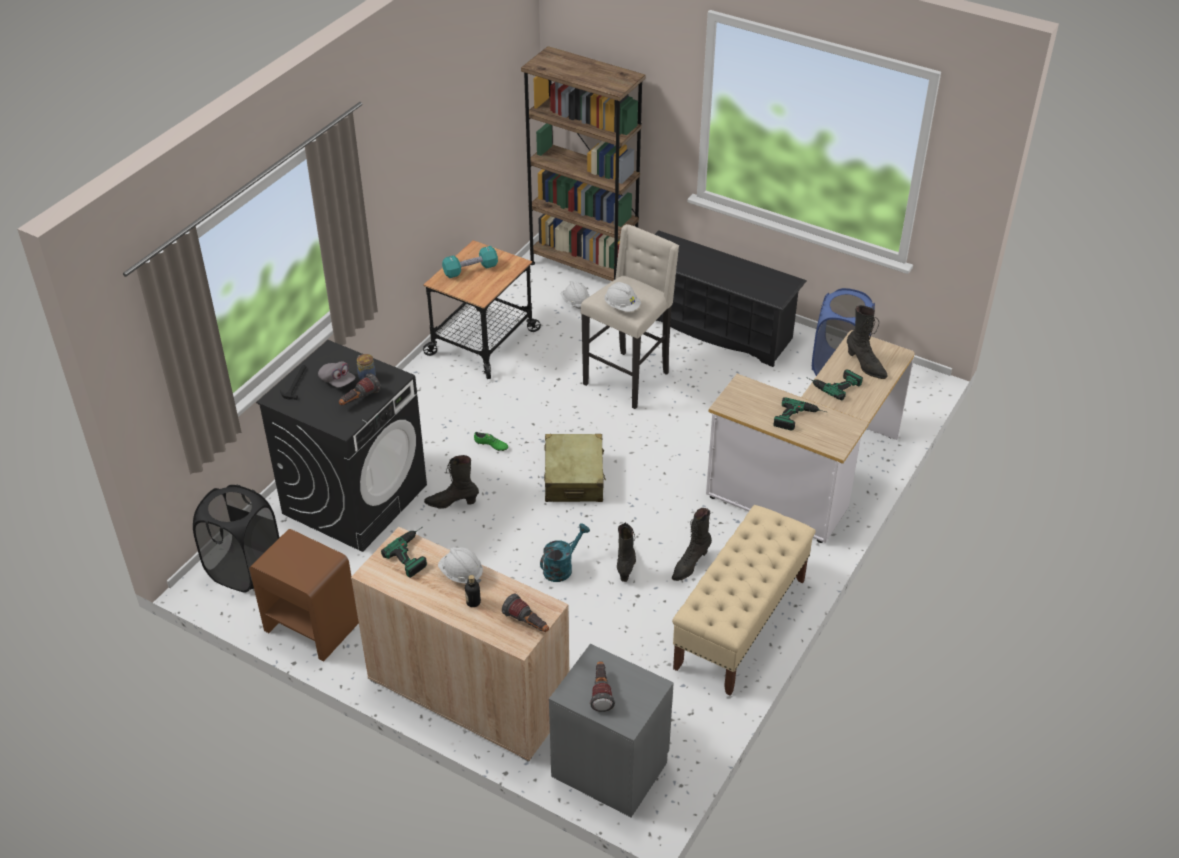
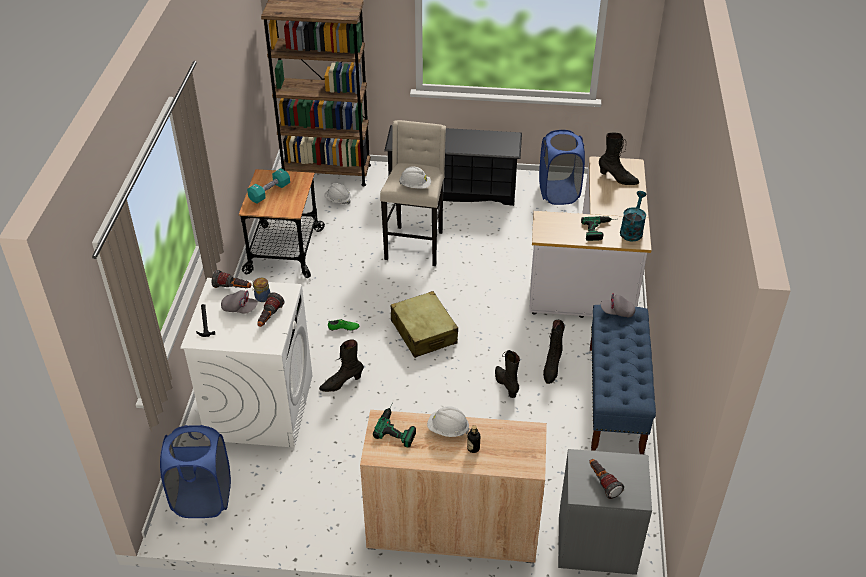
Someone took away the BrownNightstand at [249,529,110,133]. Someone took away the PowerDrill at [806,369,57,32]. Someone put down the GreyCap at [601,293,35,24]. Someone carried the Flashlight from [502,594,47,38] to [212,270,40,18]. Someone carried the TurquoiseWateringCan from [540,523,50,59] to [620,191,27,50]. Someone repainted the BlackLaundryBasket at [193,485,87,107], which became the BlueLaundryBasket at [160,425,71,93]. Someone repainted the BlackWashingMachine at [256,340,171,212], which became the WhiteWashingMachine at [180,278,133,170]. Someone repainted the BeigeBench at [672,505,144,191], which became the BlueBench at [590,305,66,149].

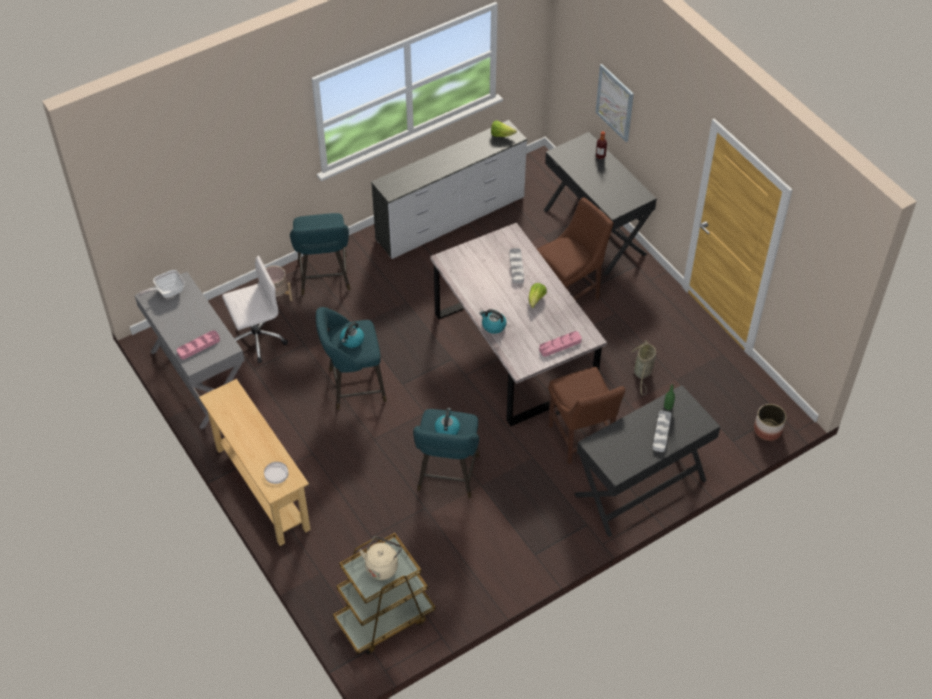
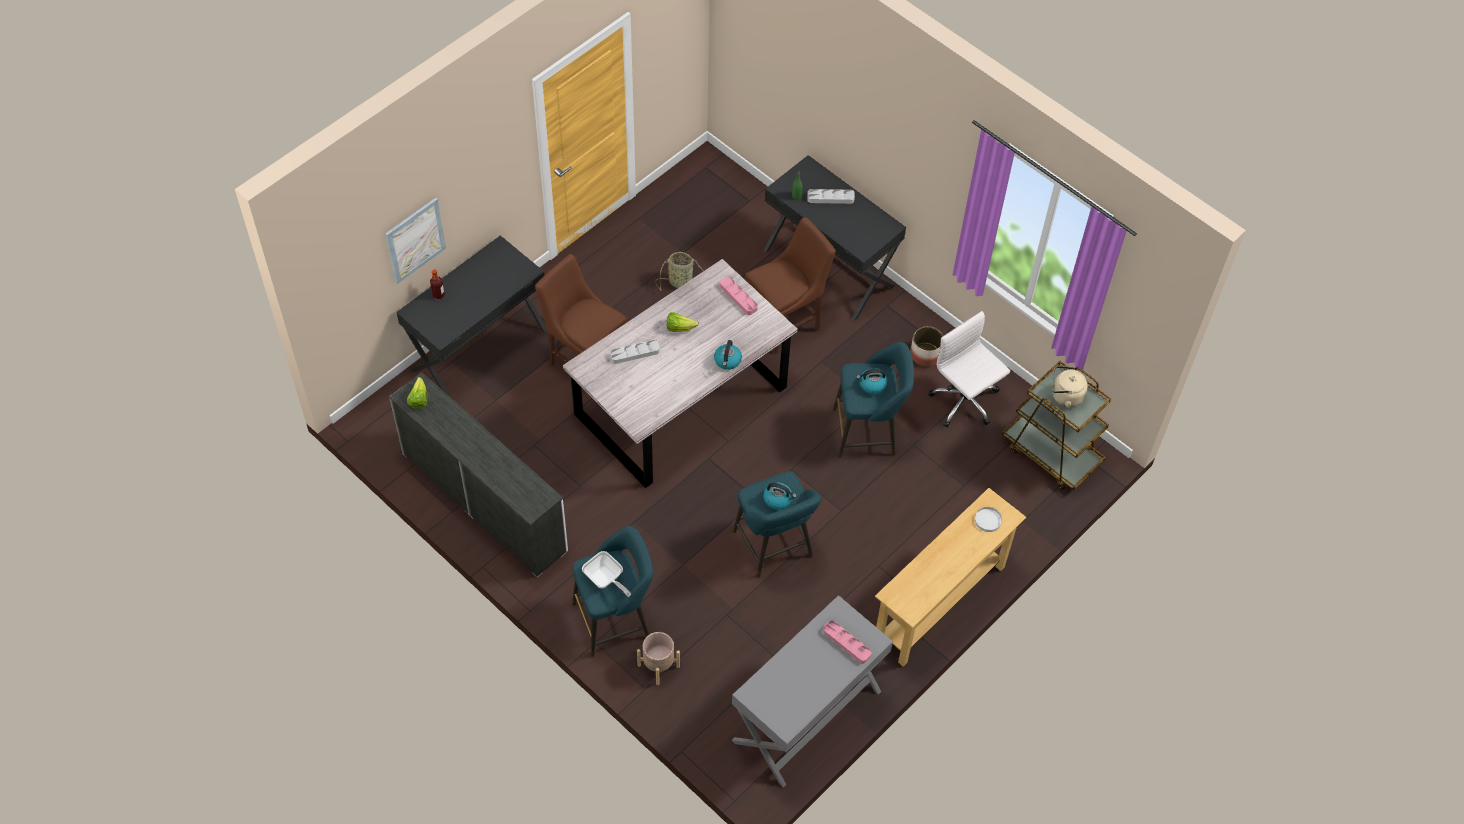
Someone carried the FryingPan from [138,270,47,28] to [582,551,49,46]. Someone carried the WhiteOfficeChair from [222,255,66,108] to [929,311,81,116]. Someone carried the Planter from [754,404,32,37] to [910,326,33,40].

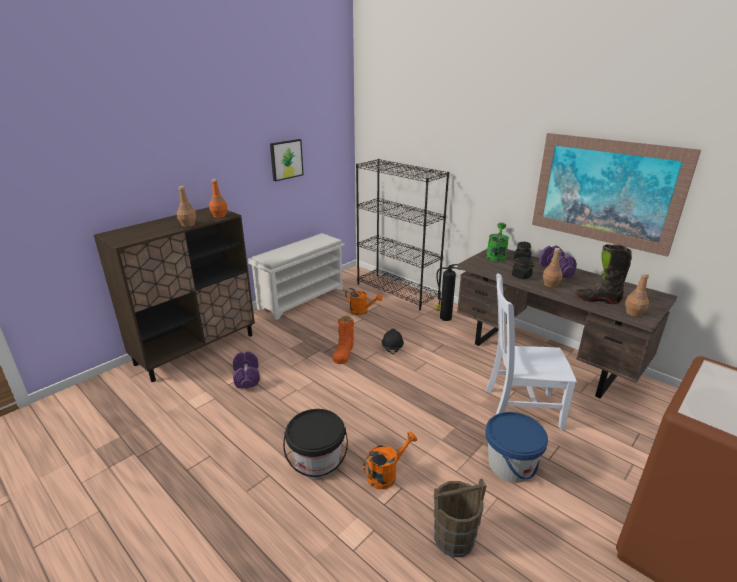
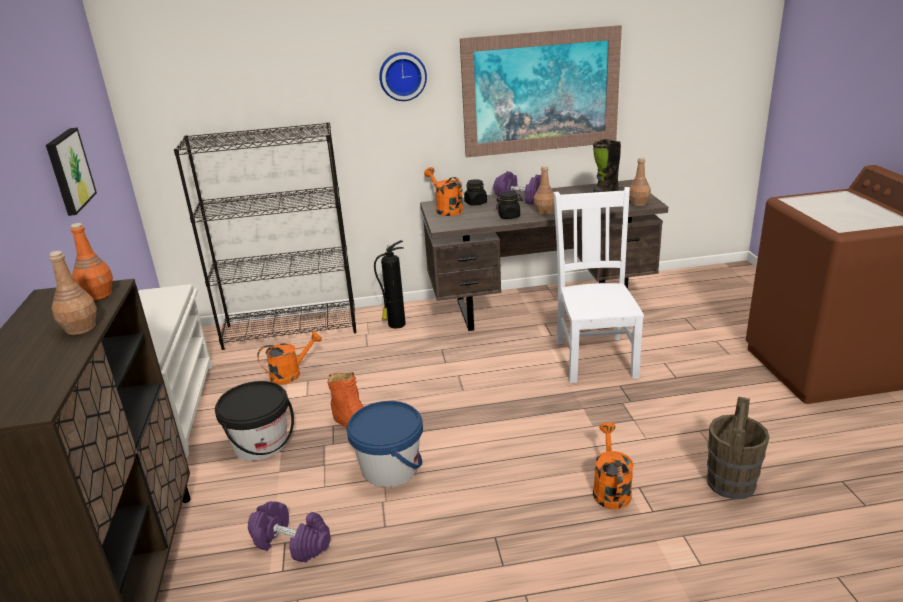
Someone took away the BlackHardHat at [382,328,22,27]. Someone put up the WallClock at [379,52,48,49]. Someone carried the BlackBucket from [283,409,65,70] to [215,381,79,80]. Someone carried the BlueBucket from [485,412,63,70] to [347,401,76,86]. Someone repainted the GreenWateringCan at [486,223,23,39], which became the OrangeWateringCan at [424,167,40,49]. Someone rotated the WhiteChair at [486,273,91,157] by 135 degrees clockwise.

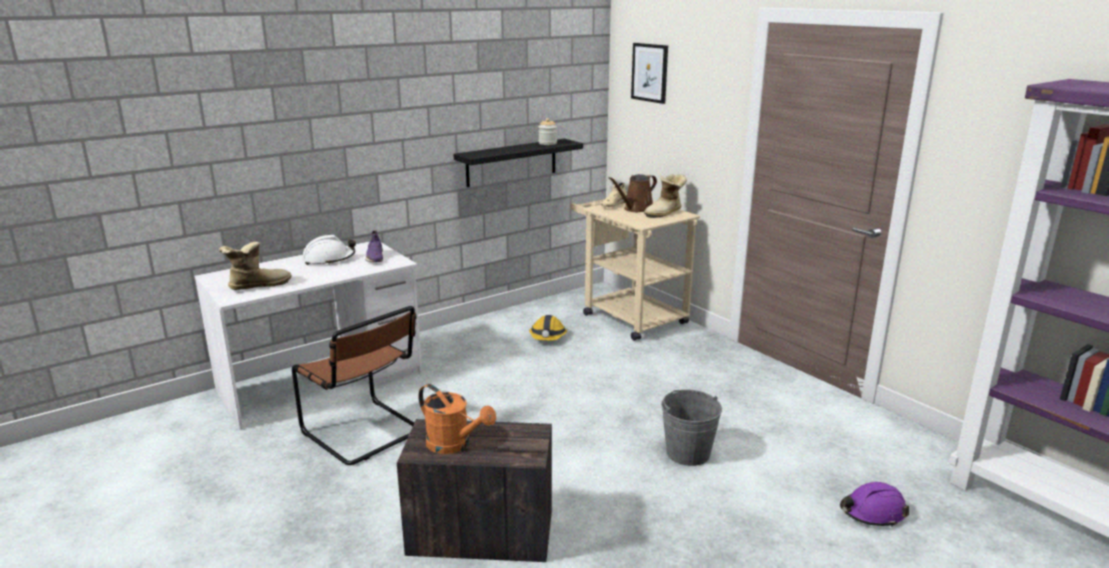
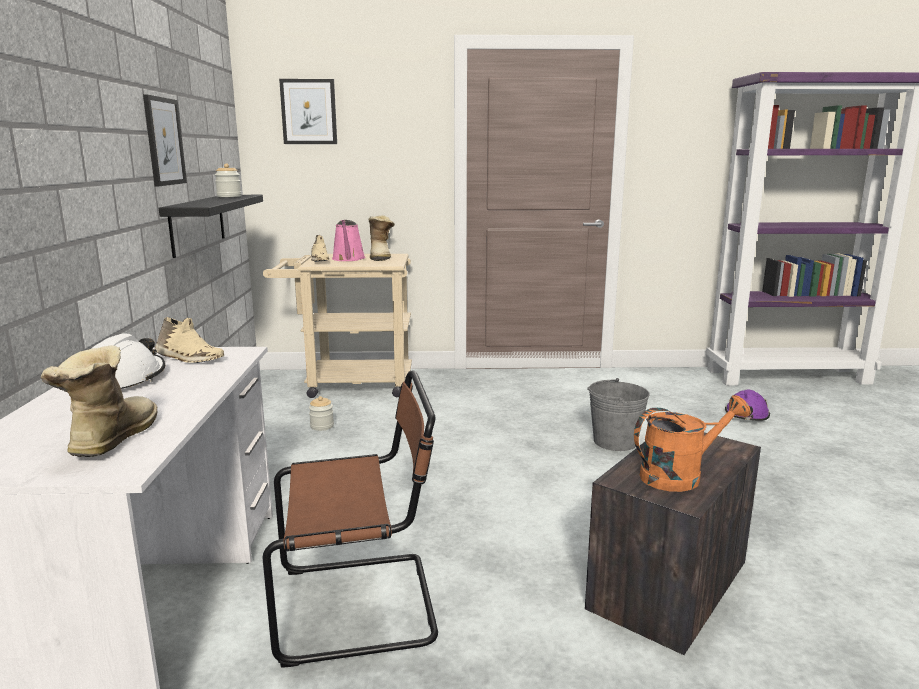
Someone put up the Picture at [143,95,44,91]. Someone swapped the HardHat at [529,315,38,26] for the Jar at [309,396,25,35]. Someone repainted the PurpleShoe at [365,230,18,32], which became the BeigeShoe at [155,317,69,46]. Someone repainted the BrownWateringCan at [609,174,48,38], which became the PinkWateringCan at [332,220,34,41].

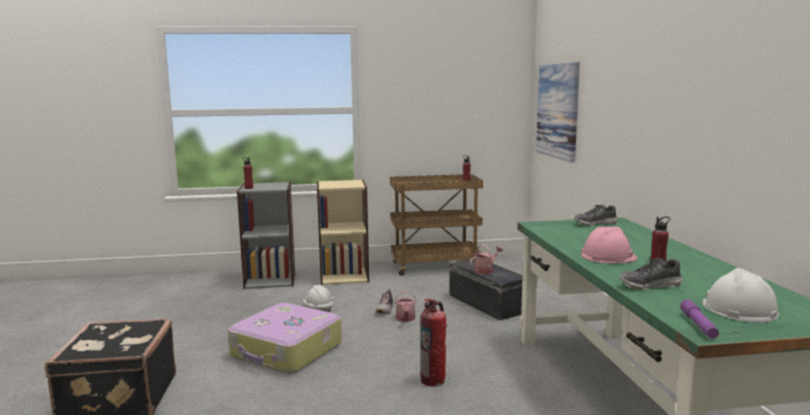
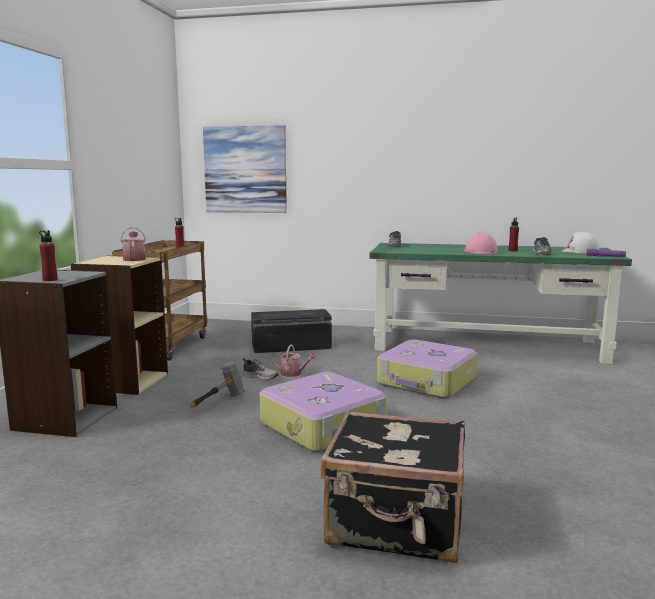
Someone carried the WateringCan from [470,244,33,31] to [120,228,26,33]. Someone swapped the WhiteHardHat at [303,285,31,27] for the Hammer at [190,362,55,46]. Someone swapped the FireExtinguisher at [420,299,27,87] for the Suitcase at [377,339,101,59].

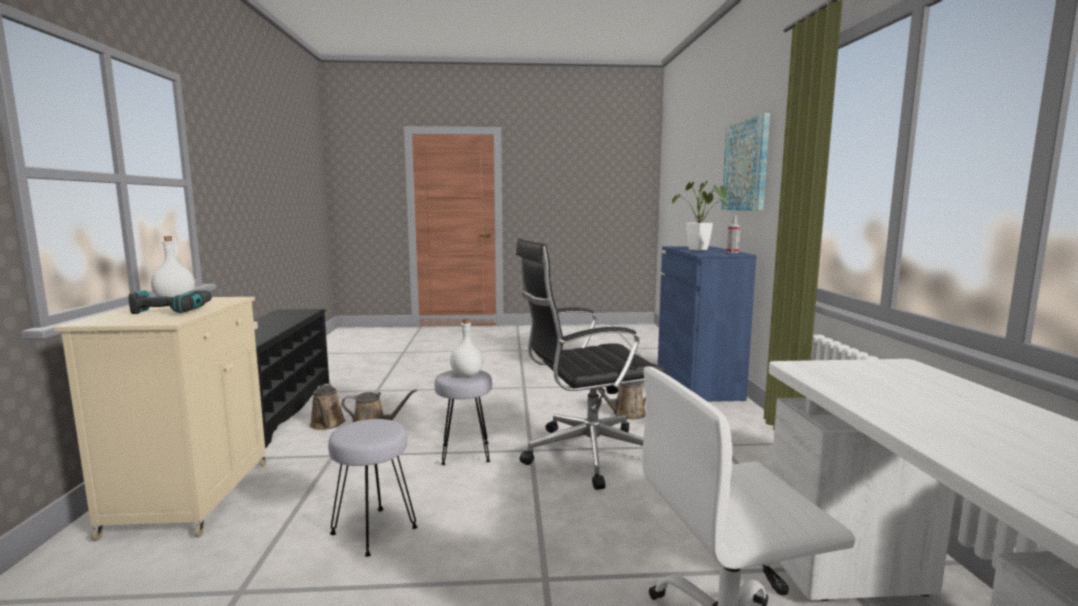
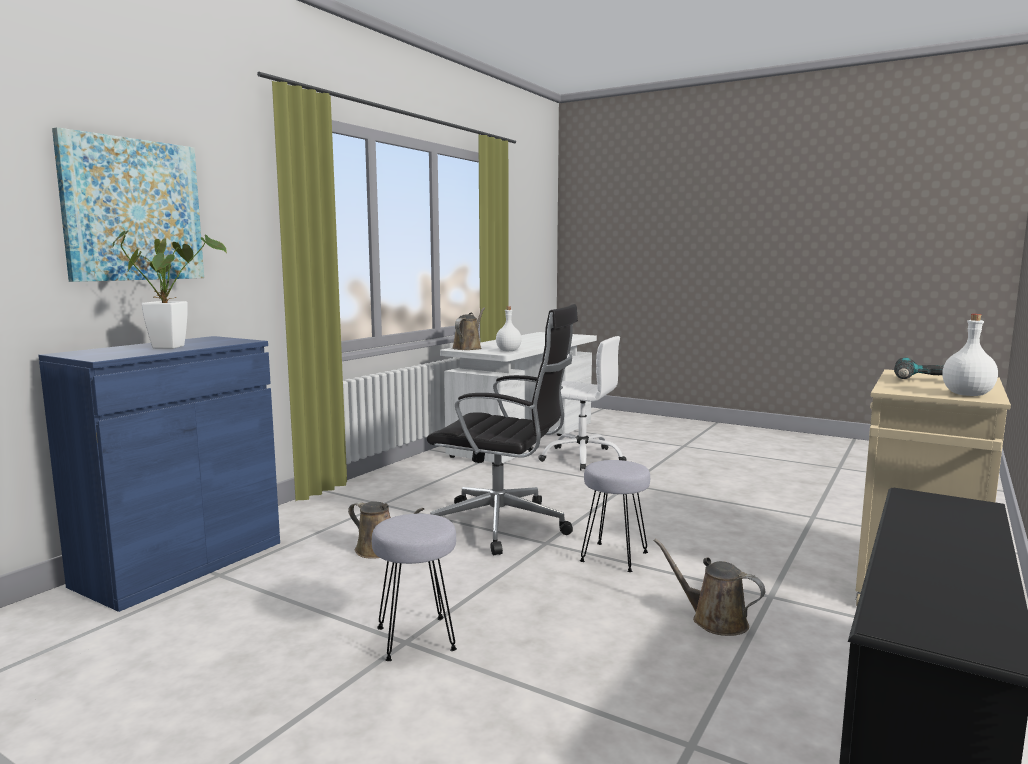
Someone took away the SprayBottle at [727,216,13,37]. Someone carried the BrownWateringCan from [310,383,35,47] to [452,308,33,42]. Someone carried the GreyStool from [328,419,90,138] to [372,514,85,147]. Someone carried the WhiteBottle from [450,318,34,59] to [496,306,26,45].

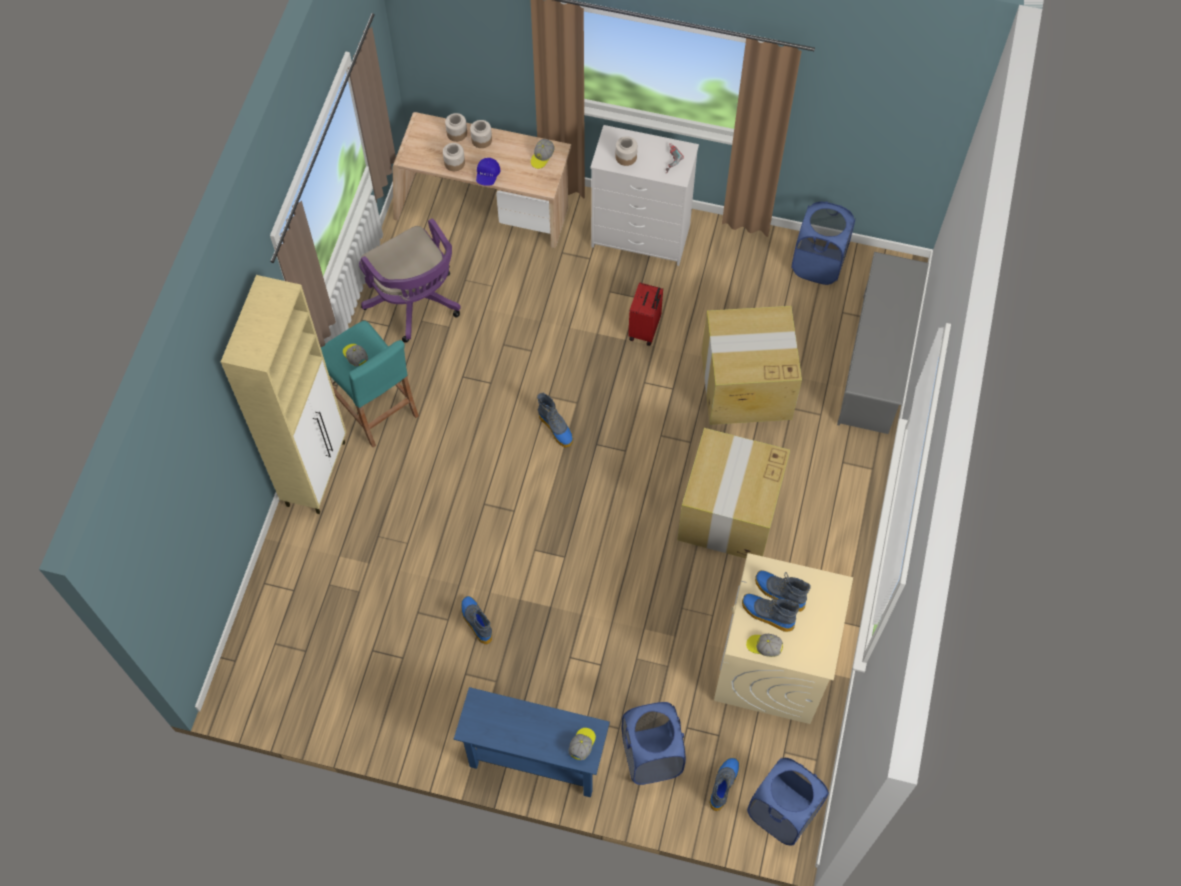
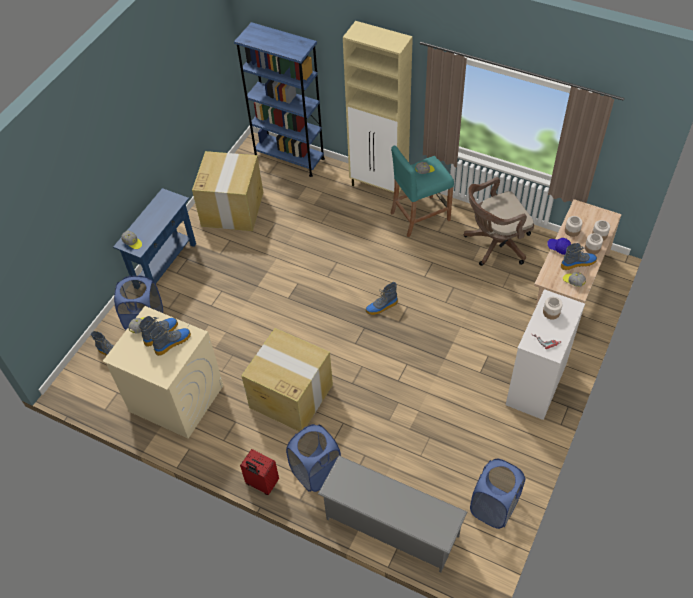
Someone put down the BlueBookcase at [234,22,91,155]. Someone carried the Boot from [461,596,31,48] to [561,243,36,27]. Someone carried the RedSuitcase from [628,282,35,64] to [240,449,39,46]. Someone carried the CardboardBox from [702,306,100,119] to [192,151,71,80]. Someone carried the BlueLaundryBasket from [747,758,82,88] to [286,424,55,68]. Someone repainted the PurpleOfficeChair at [359,218,102,125], which became the BrownOfficeChair at [464,177,70,89].

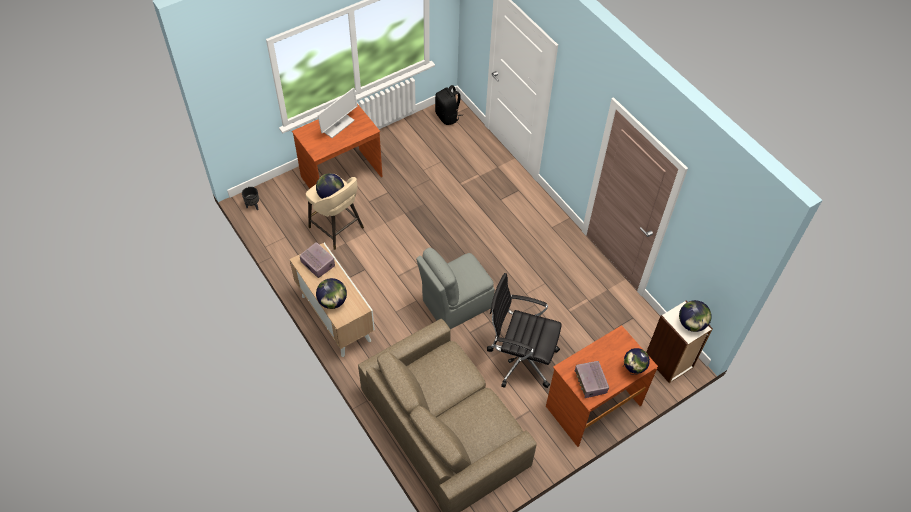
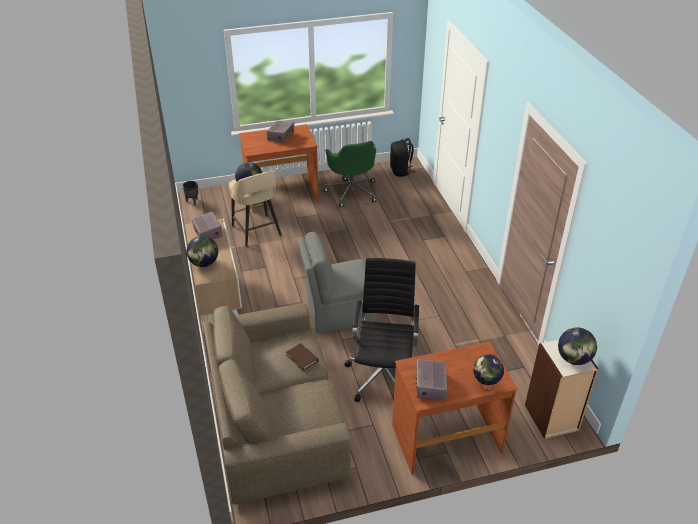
Someone put down the BrownBook at [286,343,33,28]. Someone put down the GreenOfficeChair at [323,141,54,66]. Someone swapped the Monitor at [318,87,39,51] for the Radio at [267,120,27,23]. Someone rotated the BlackOfficeChair at [487,273,75,115] by 60 degrees clockwise.

